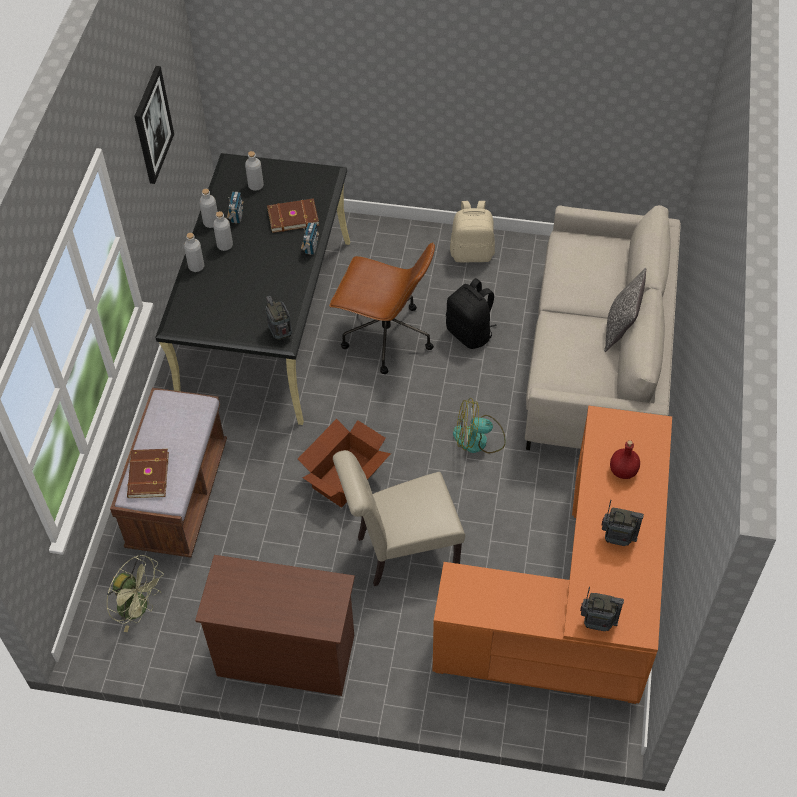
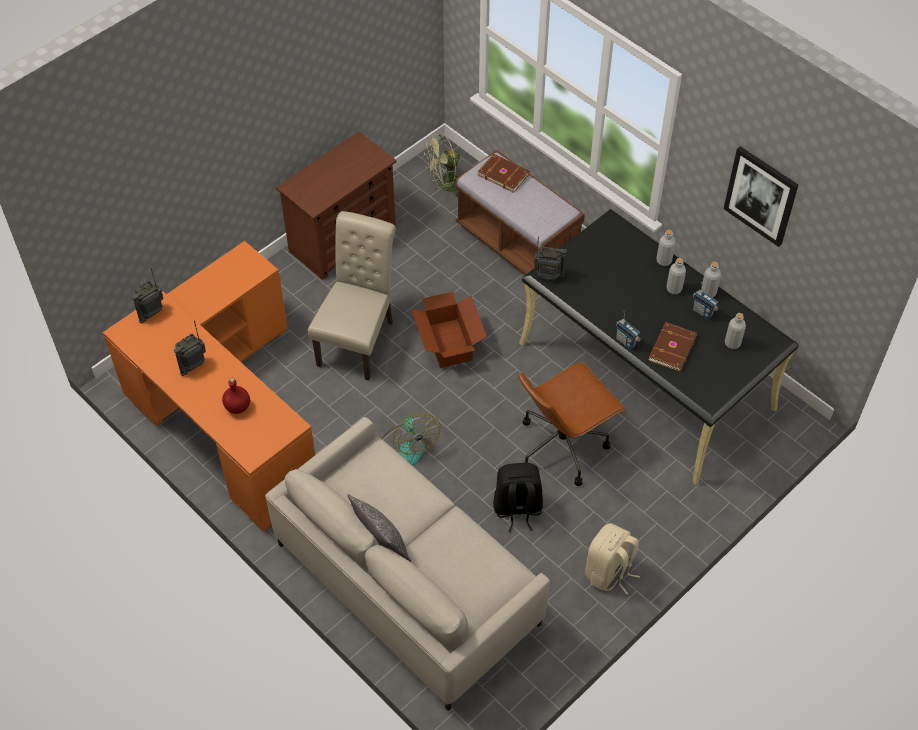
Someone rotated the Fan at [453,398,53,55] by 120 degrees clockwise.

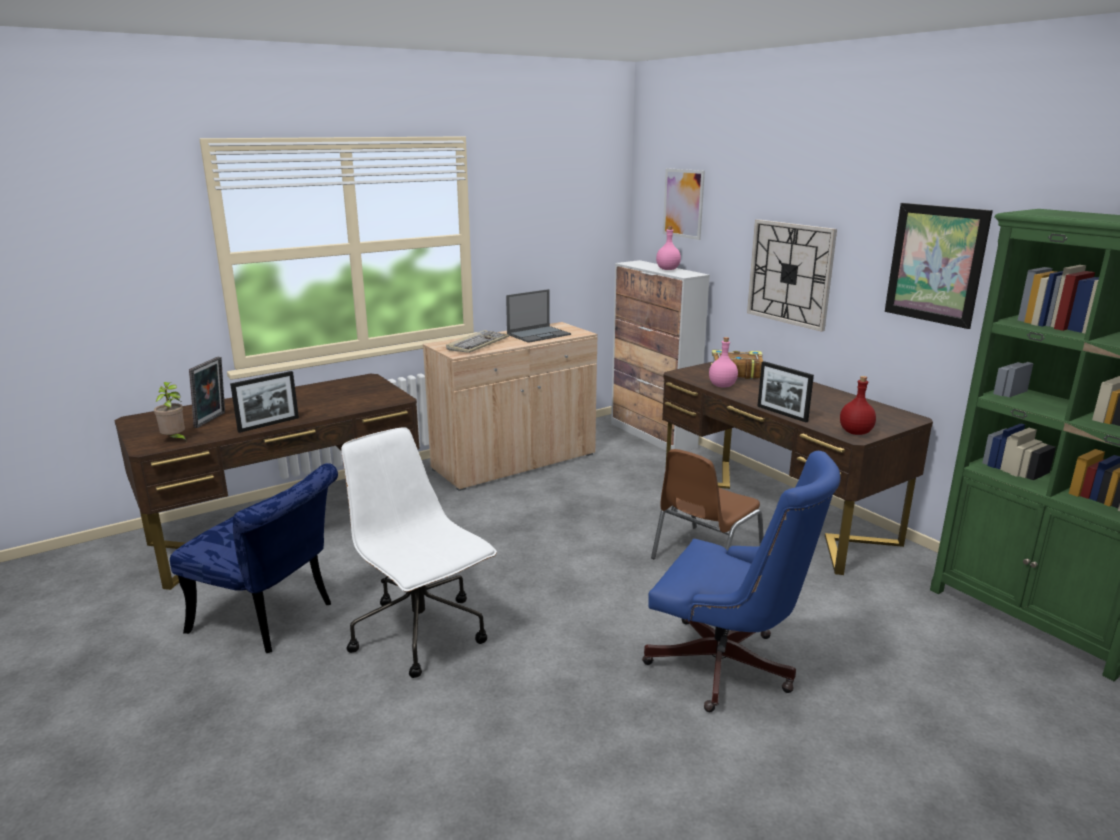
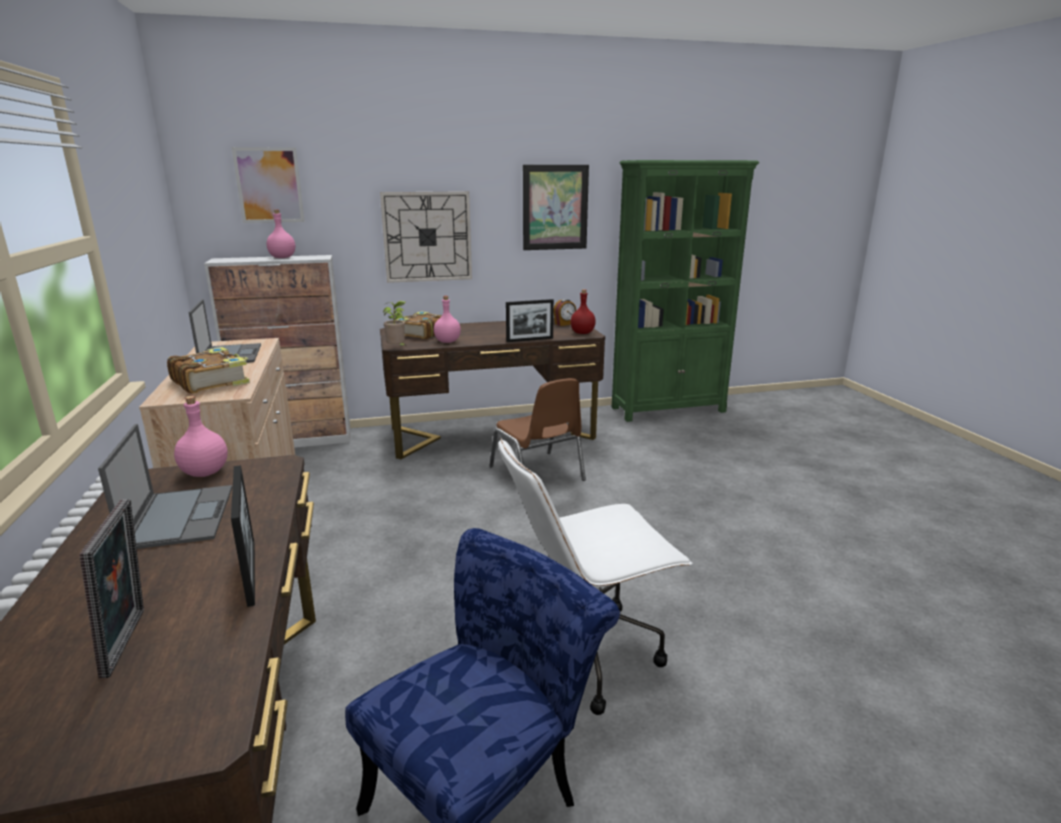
Someone took away the BlueOfficeChair at [642,451,198,261]. Someone put down the Laptop at [98,424,134,125]. Someone put down the PinkBottle at [174,396,54,81]. Someone put down the AlarmClock at [554,299,22,27]. Someone carried the PottedPlant from [154,382,33,61] to [383,301,23,45]. Someone swapped the Keyboard at [446,330,63,23] for the Book at [167,347,83,47]. Someone rotated the PictureFrame at [189,357,36,71] by 45 degrees clockwise.

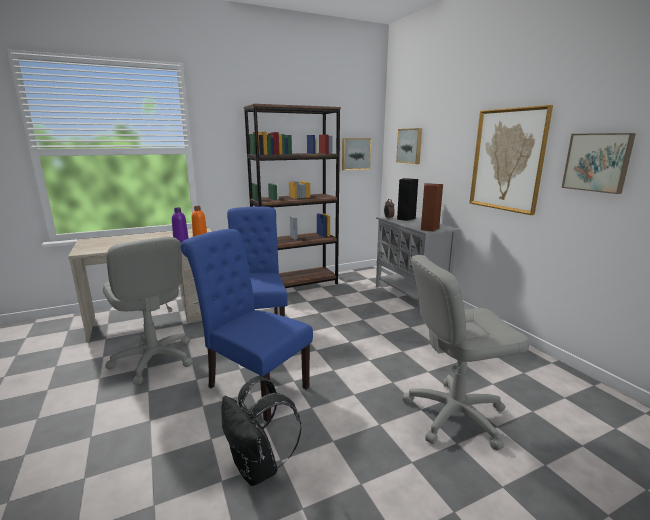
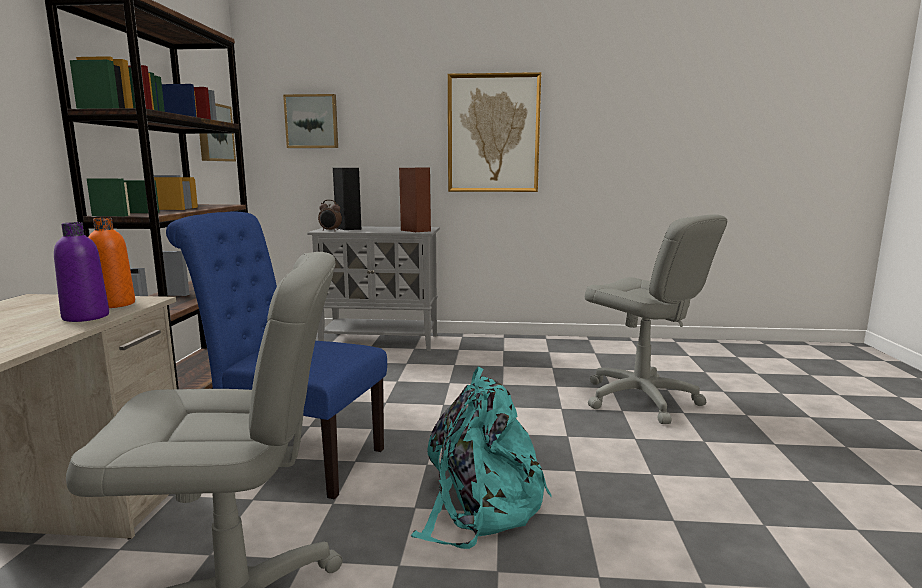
Someone took away the BlackBackpack at [221,376,81,110]. Someone took away the Picture at [562,133,74,61]. Someone swapped the BlueChair at [180,229,133,193] for the TurquoiseBackpack at [411,366,141,183]. Someone rotated the GreyOfficeChair at [402,255,127,196] by 60 degrees counterclockwise.

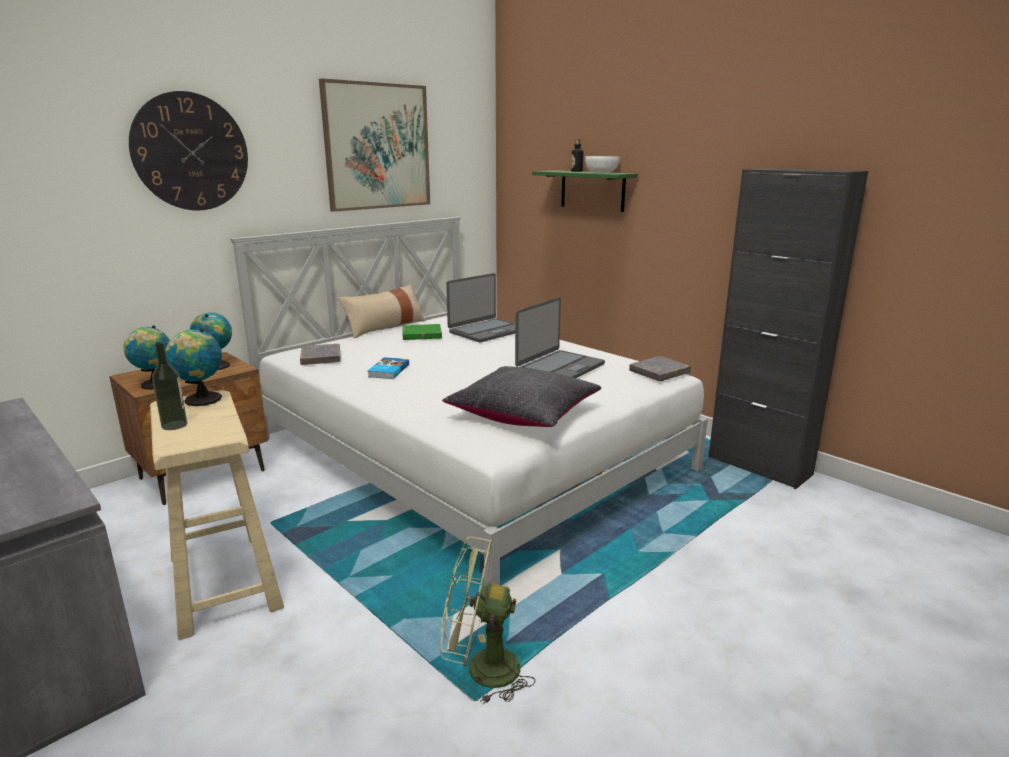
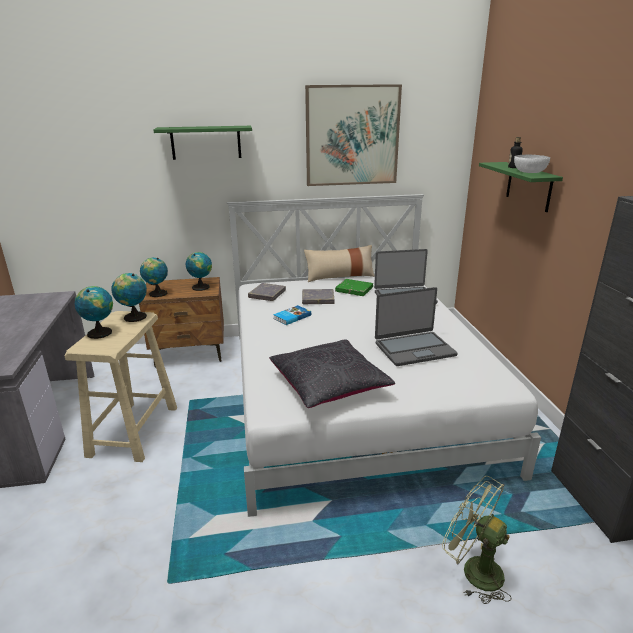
Someone carried the GreenFan from [440,536,95,168] to [442,476,70,128]. Someone carried the GreyBook from [629,356,62,25] to [302,289,33,15]. Someone swapped the WallClock at [129,91,119,120] for the GreenShelf at [153,126,99,34]. Someone swapped the Bottle at [152,342,35,88] for the Globe at [75,286,38,53].

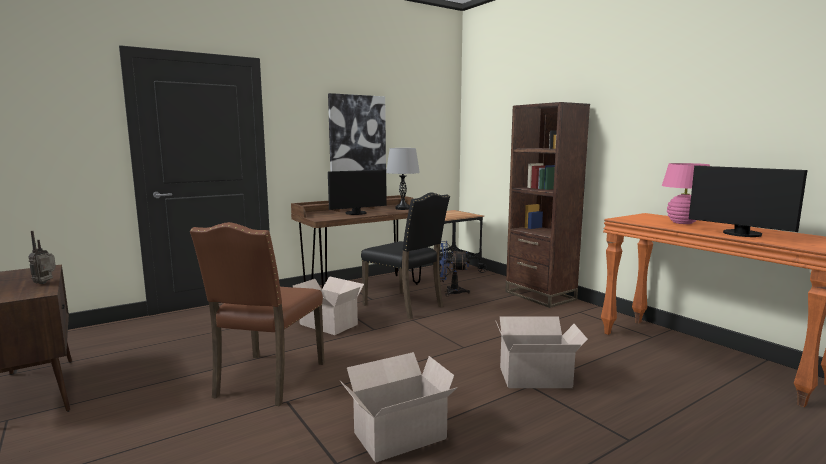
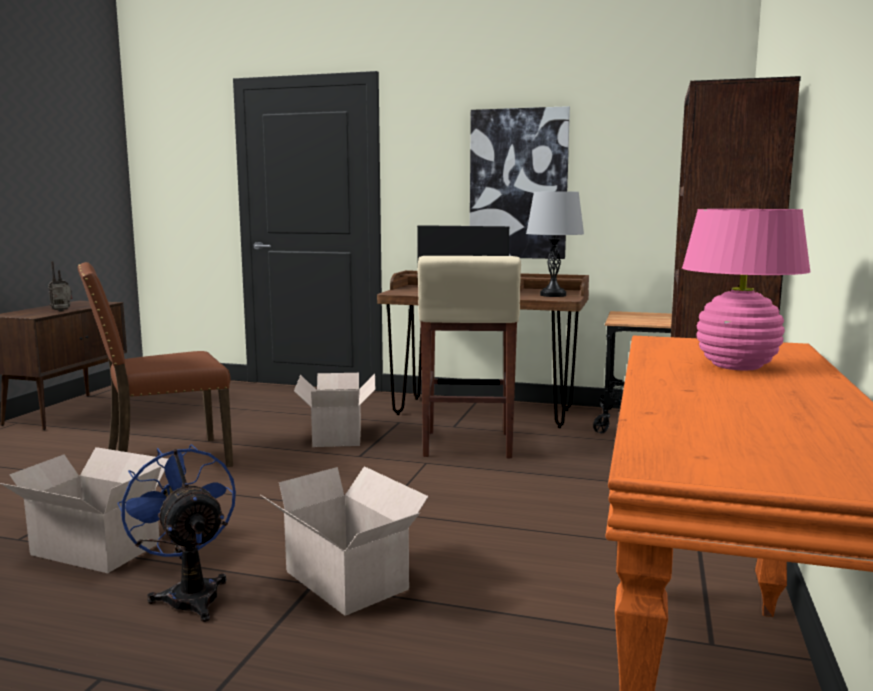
Someone took away the Monitor at [689,166,118,71]. Someone carried the BlueFan from [439,241,31,55] to [117,444,119,178]. Someone swapped the BlackChair at [361,192,89,127] for the BeigeStool at [418,256,103,203].

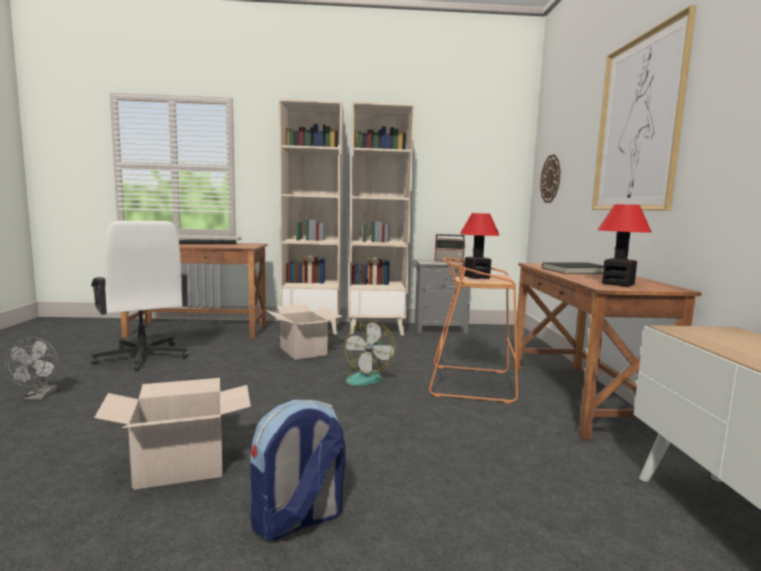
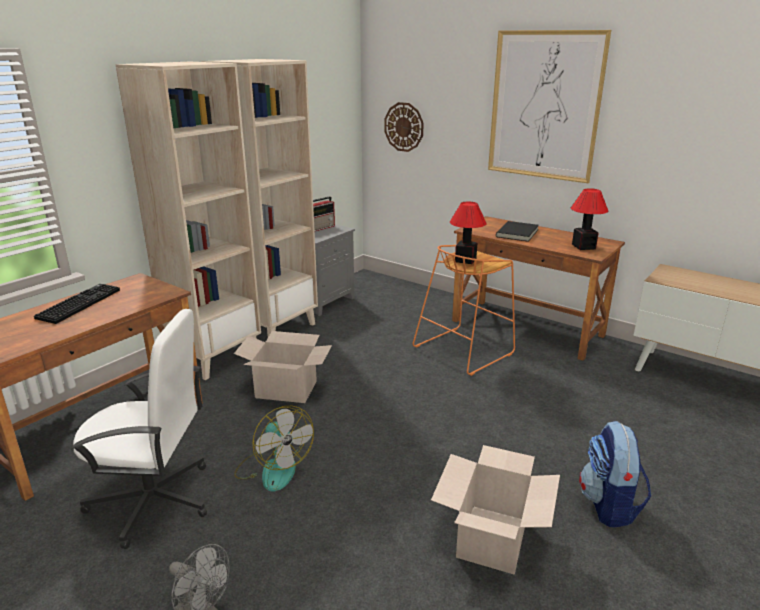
Someone carried the Fan from [342,321,54,65] to [234,406,80,86].

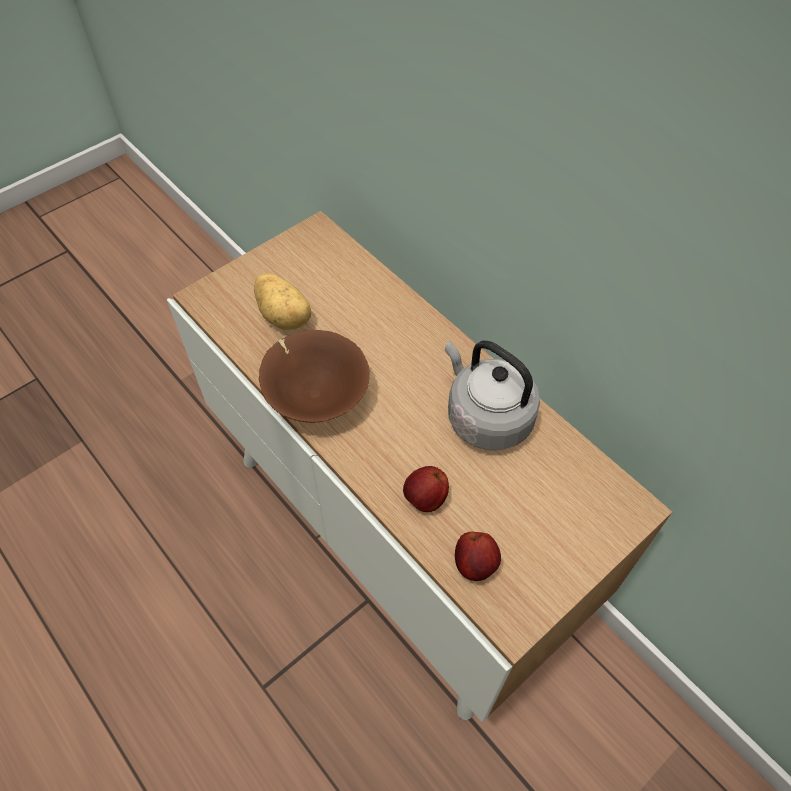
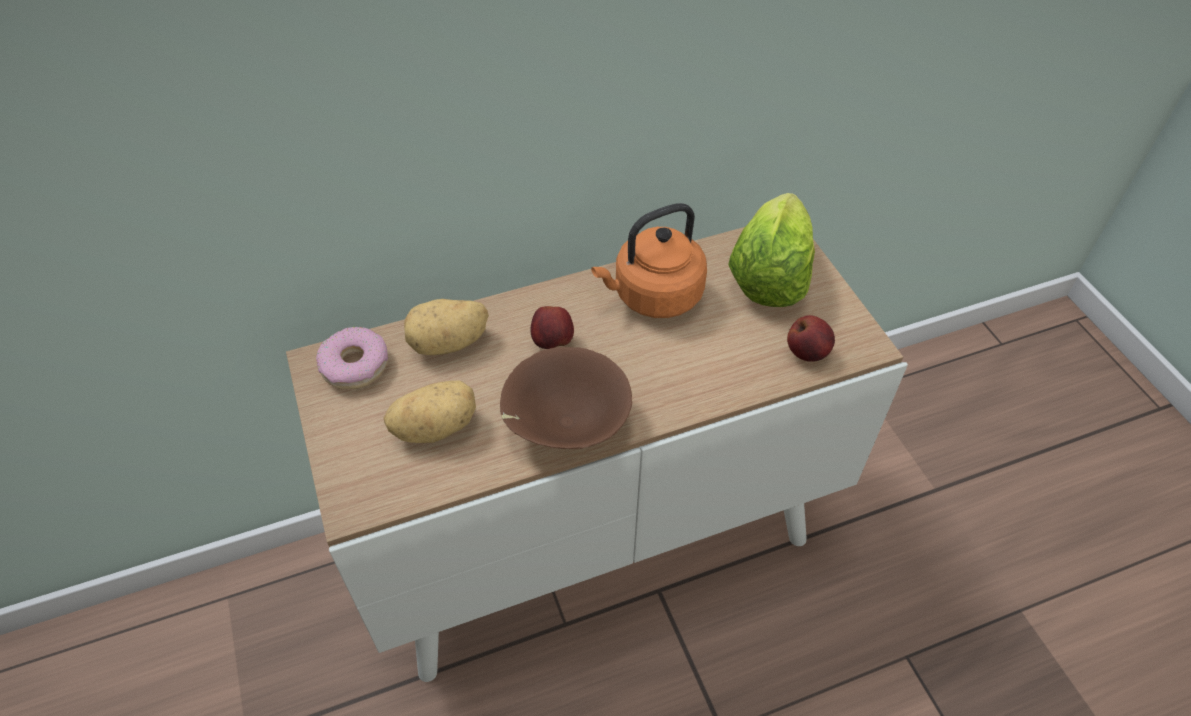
Someone put down the Donut at [316,327,72,63]. Someone put down the Potato at [404,299,85,56]. Someone put down the Lettuce at [728,193,87,114]. Someone carried the Apple from [403,466,46,46] to [531,306,43,43]. Someone repainted the GreyKettle at [445,341,95,109], which became the OrangeKettle at [591,203,116,115].

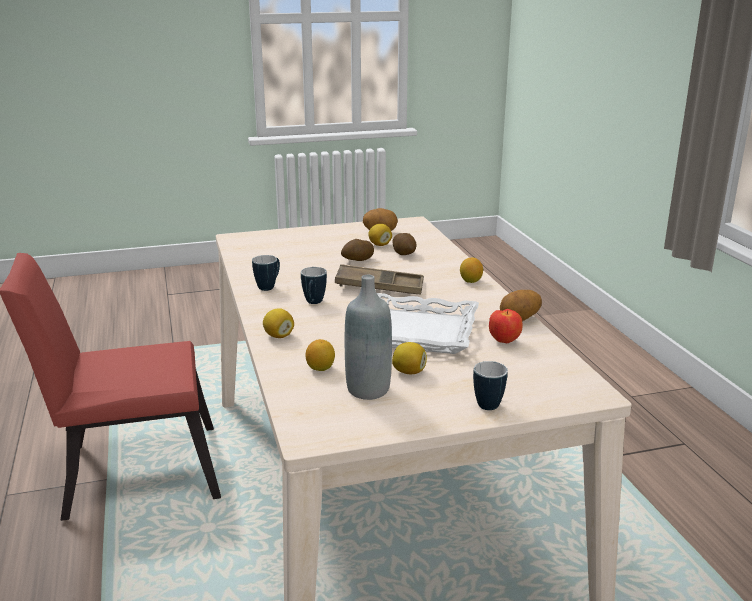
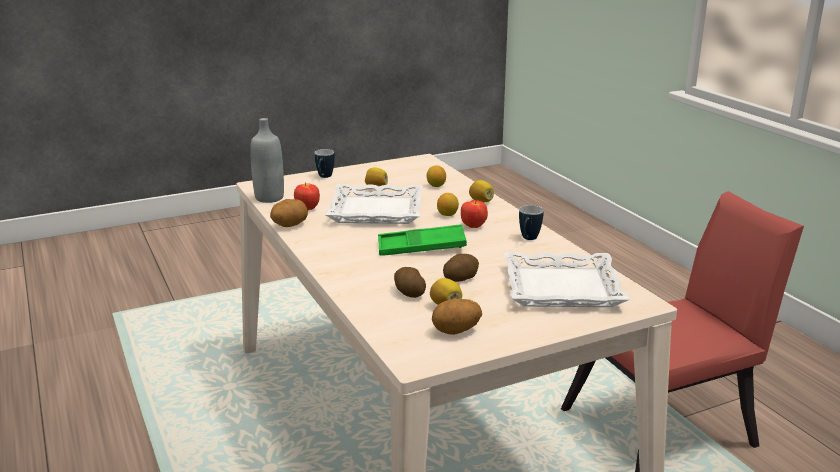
Someone put down the WhiteTray at [504,252,126,55]. Someone carried the GreyBottle from [345,274,47,126] to [250,118,34,85]. Someone carried the Lemon from [460,258,23,25] to [437,193,22,23]. Someone swapped the Mug at [301,267,26,37] for the Apple at [461,200,27,28]. Someone repainted the BrownTray at [335,264,89,31], which became the GreenTray at [378,224,89,32].

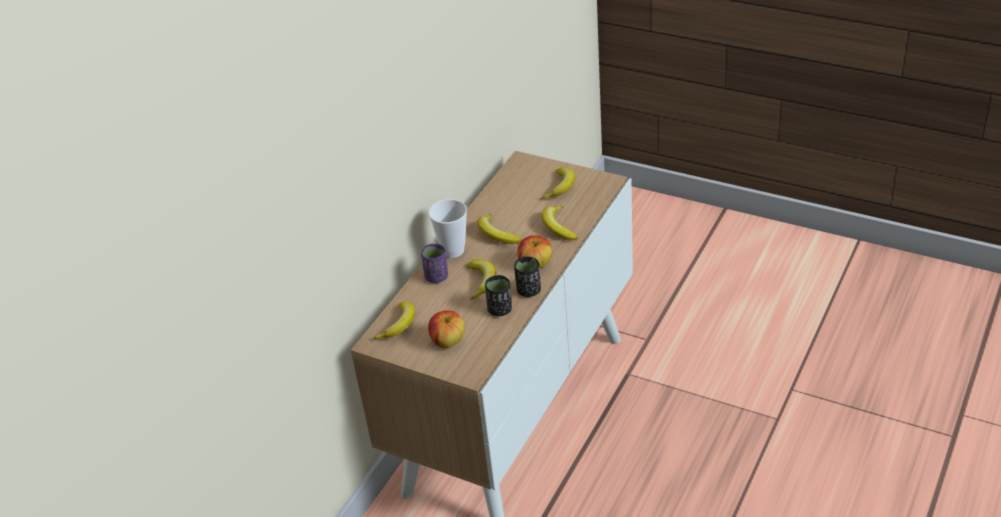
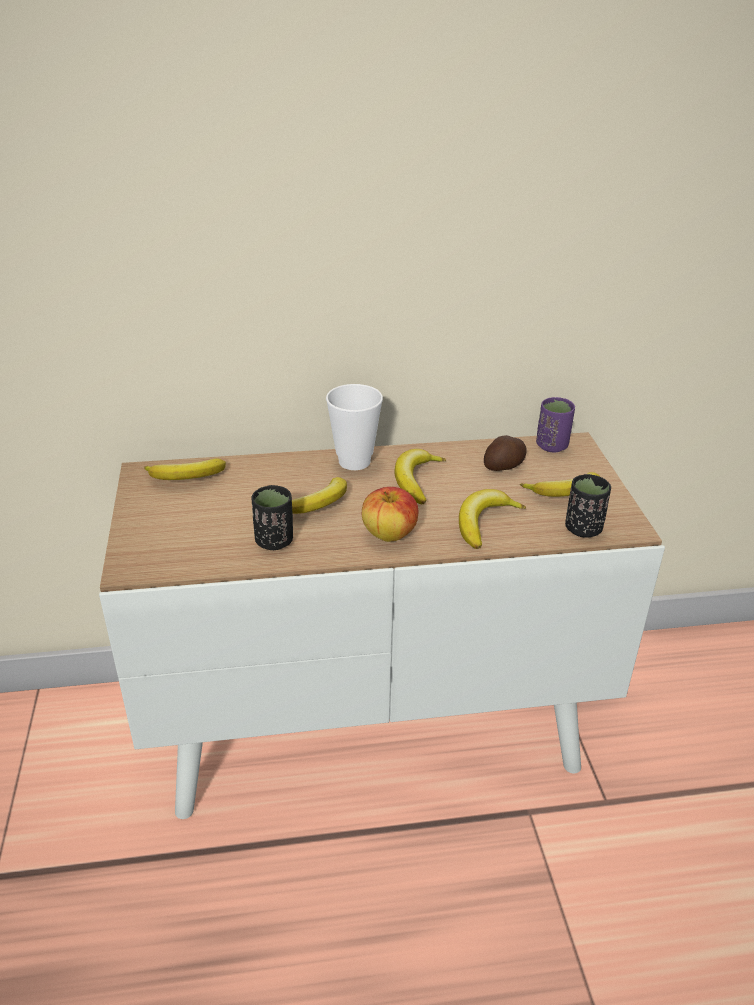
Someone took away the Apple at [428,310,37,39]. Someone put down the Potato at [484,435,43,36]. Someone carried the PurpleCup from [421,243,27,40] to [536,397,39,55]. Someone carried the BlackCup from [514,256,27,41] to [565,474,46,64].

